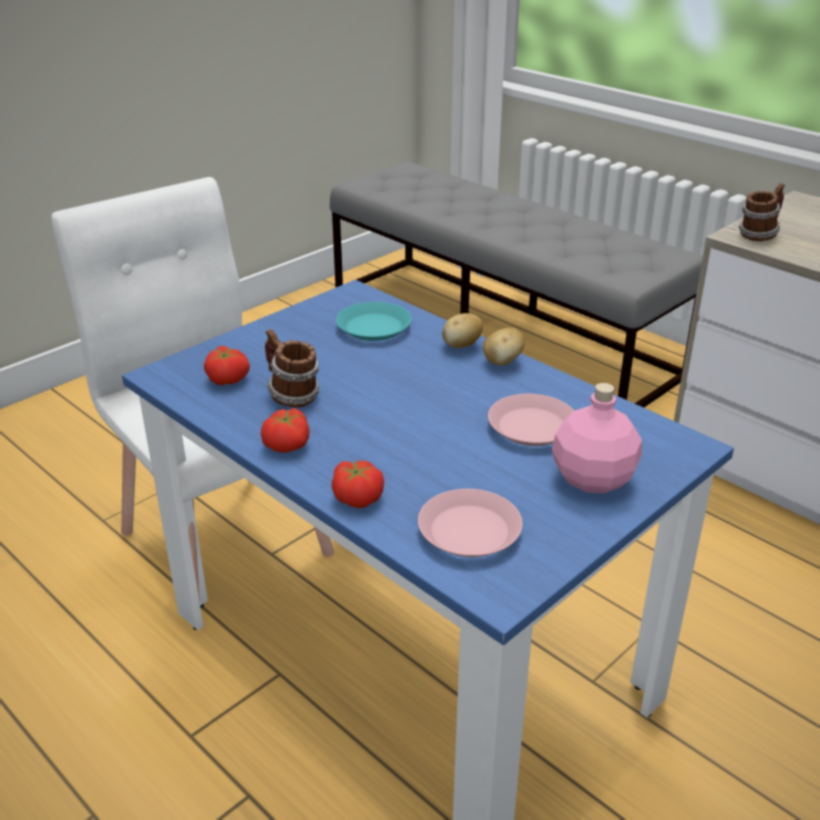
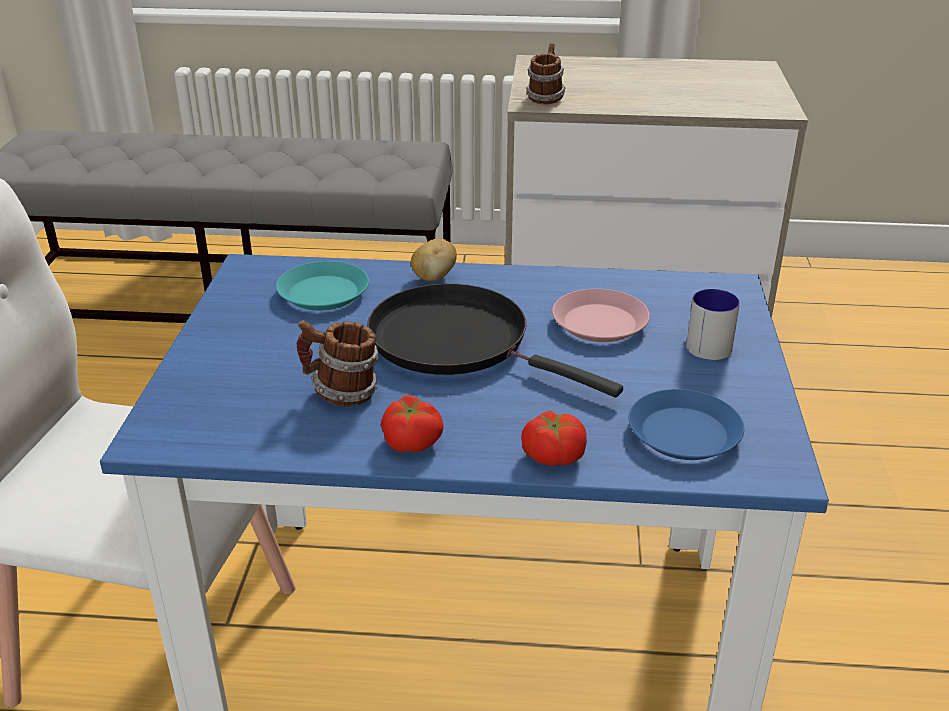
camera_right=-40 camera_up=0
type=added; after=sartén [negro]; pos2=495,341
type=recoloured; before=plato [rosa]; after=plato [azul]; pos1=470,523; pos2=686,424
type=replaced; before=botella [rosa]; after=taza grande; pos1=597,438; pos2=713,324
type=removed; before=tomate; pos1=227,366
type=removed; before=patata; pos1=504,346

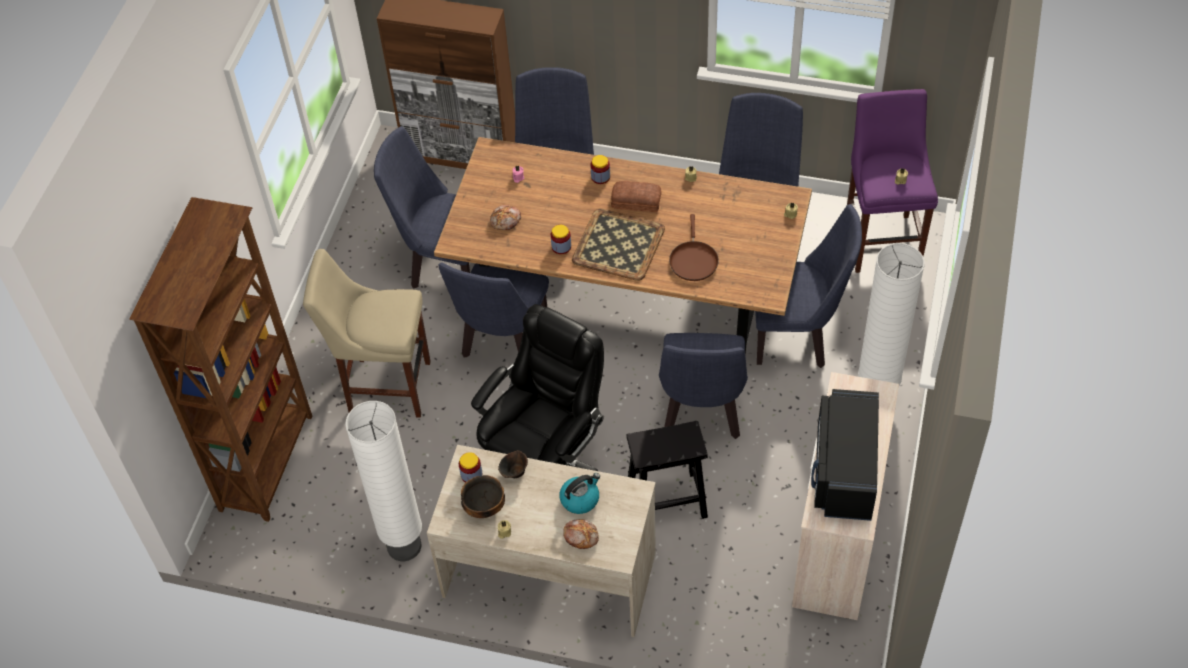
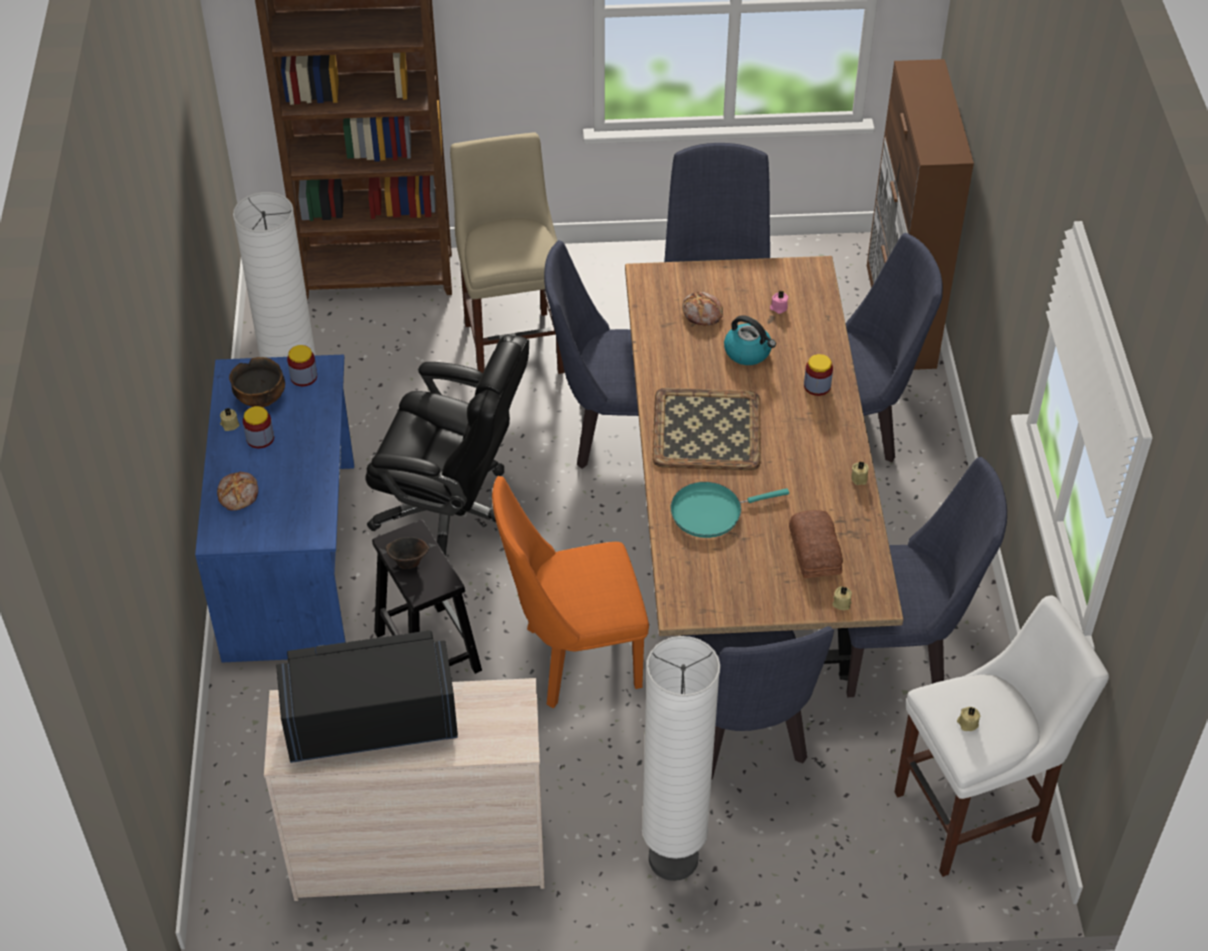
camera_right=70 camera_up=-5
type=recoloured; before=escritorio [beis]; after=escritorio [azul]; pos1=541,541; pos2=274,508
type=moved; before=tarro; pos1=561,239; pos2=258,427
type=moved; before=cuenco [marrón]; pos1=513,464; pos2=407,553
type=recoloured; before=silla [azul]; after=silla [naranja]; pos1=703,386; pos2=570,592
type=recoloured; before=sartén [marrón]; after=sartén [turquesa]; pos1=694,247; pos2=729,510
type=moved; before=hervidor; pos1=580,493; pos2=750,340
type=moved; before=pan; pos1=636,196; pos2=816,544
type=recoloured; before=taburete [morado]; after=taburete [blanco]; pos1=892,181; pos2=1002,736

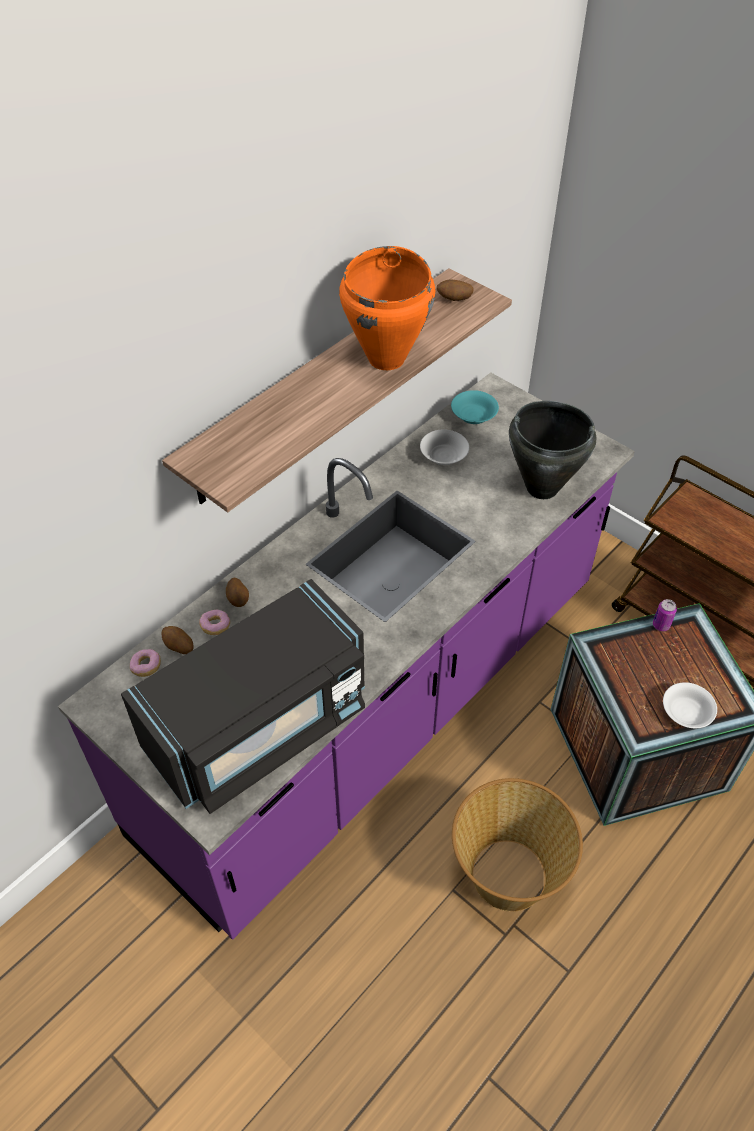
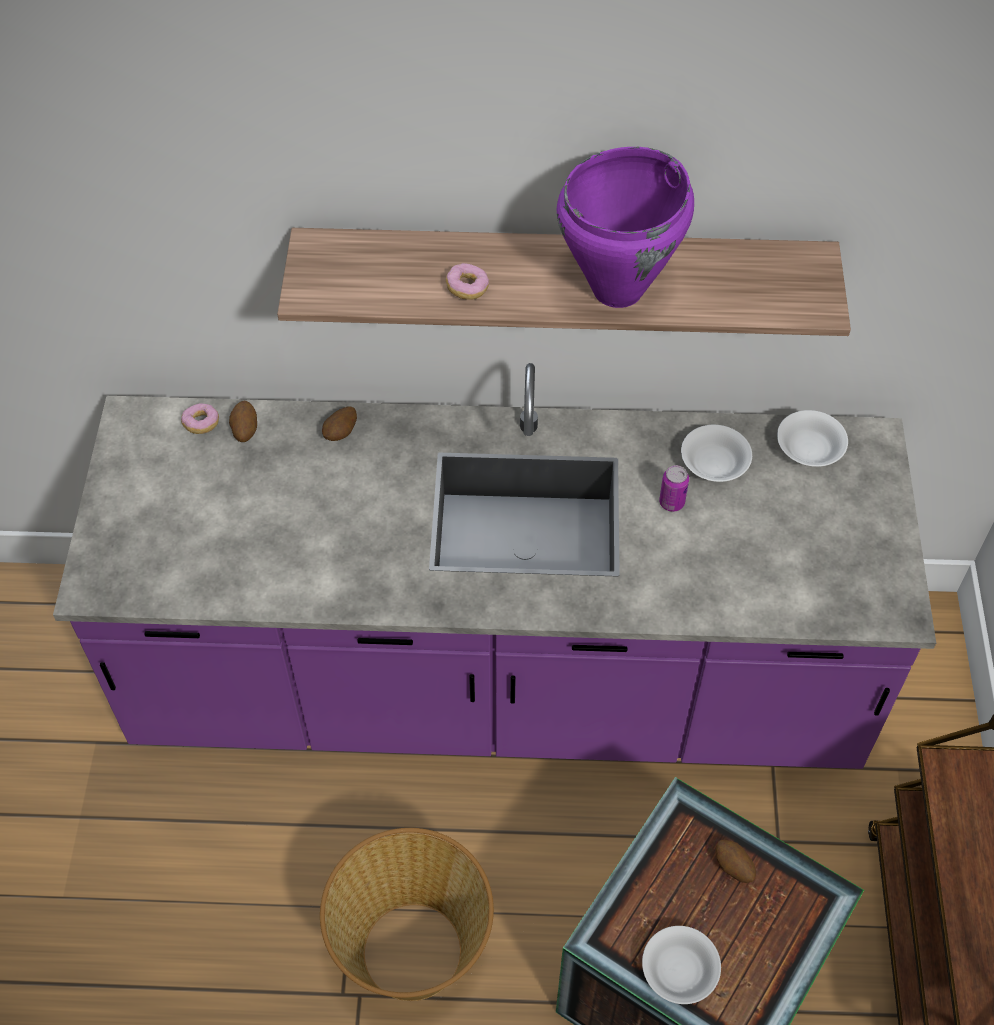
camera_right=50 camera_up=5
type=moved; before=rosquilla; pos1=214,622; pos2=467,281
type=recoloured; before=olla [naranja]; after=olla [morado]; pos1=387,308; pos2=625,227
type=moved; before=lata; pos1=665,615; pos2=674,488
type=moved; before=patata; pos1=455,290; pos2=736,861
type=recoloured; before=cuenco [turquesa]; after=cuenco [blanco]; pos1=475,407; pos2=812,438
type=removed; before=microondas [negro]; pos1=243,696
type=removed; before=olla [negro]; pos1=553,450

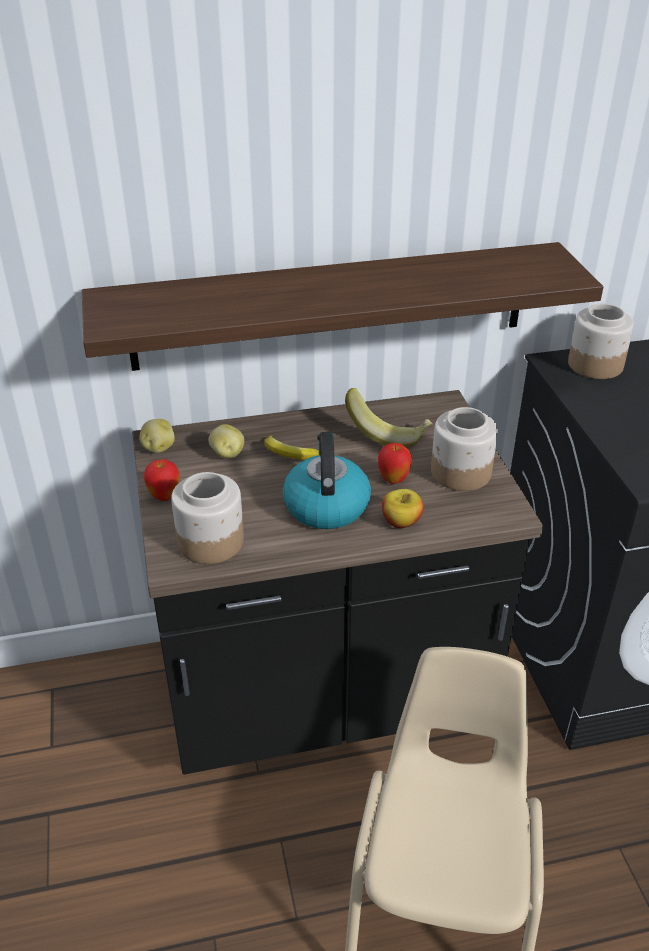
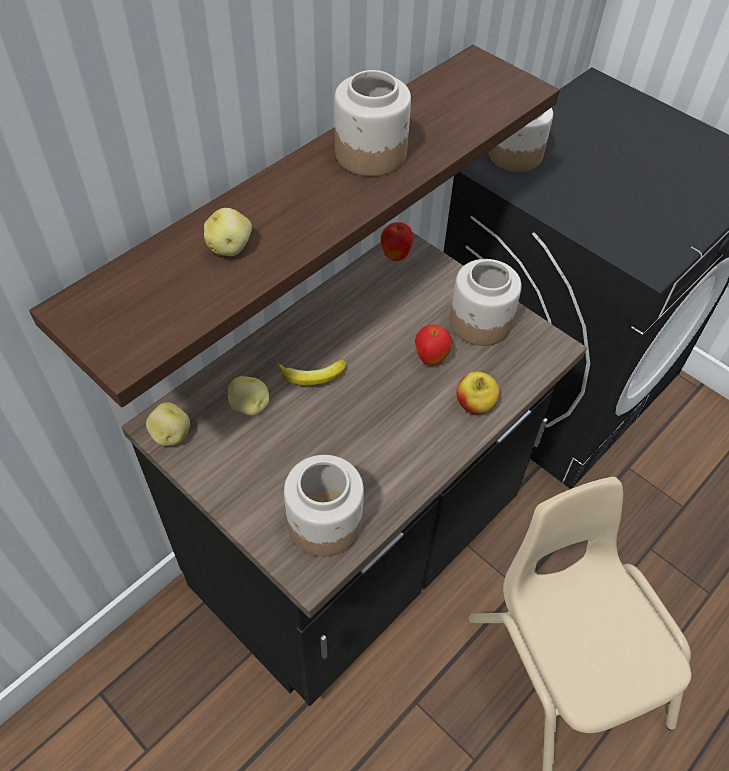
camera_right=-35 camera_up=15
type=added; after=patata; pos2=228,232
type=added; after=tarro; pos2=372,123
type=moved; before=manzana; pos1=161,480; pos2=397,241
type=removed; before=hervidor; pos1=327,480
type=removed; before=plátano; pos1=388,418

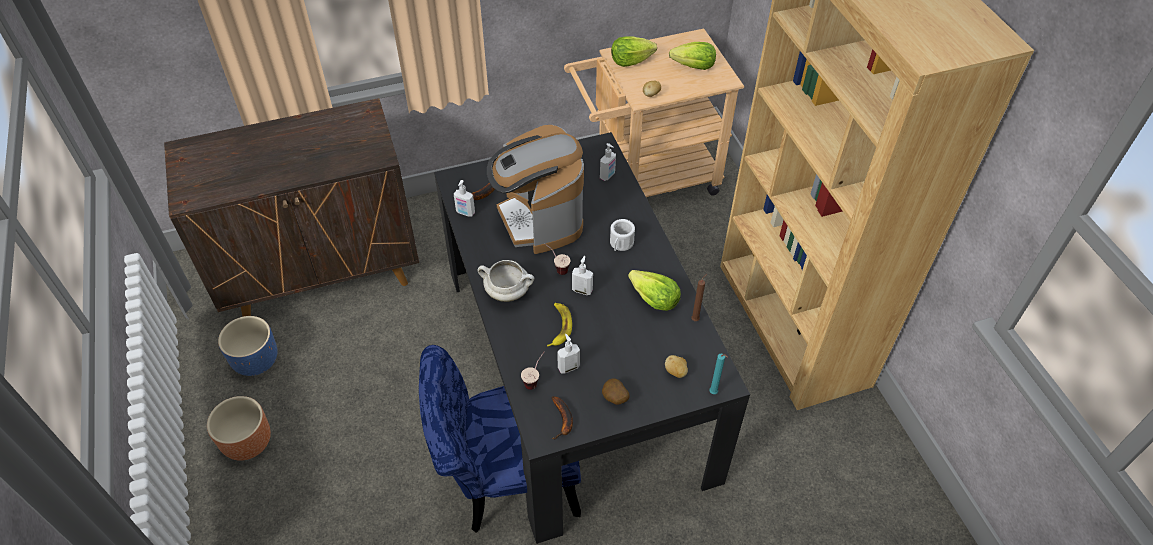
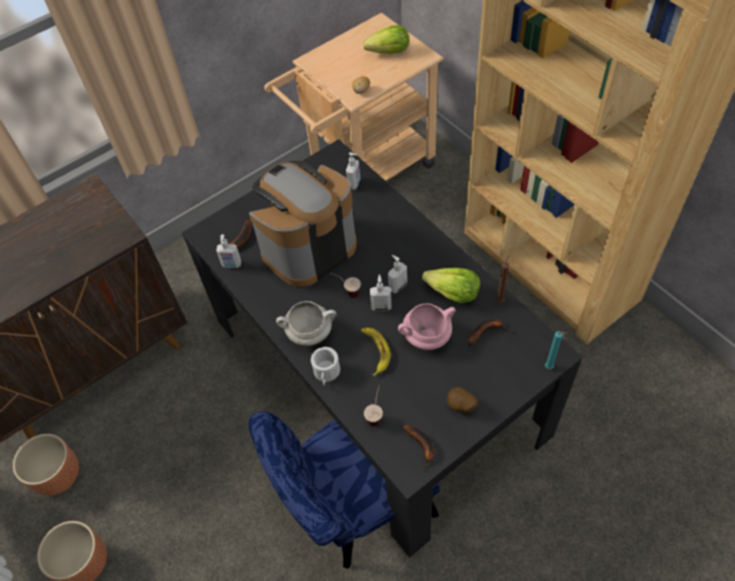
camera_right=-15 camera_up=5
type=recoloured; before=maceta [azul]; after=maceta [marrón]; pos1=247,346; pos2=46,465
type=turned; before=cafetera; pos1=535,189; pos2=303,224; turn=90
type=moved; before=taza grande [blanco]; pos1=622,235; pos2=325,366
type=moved; before=dispensador de jabón; pos1=568,353; pos2=397,274
type=added; after=olla [rosa]; pos2=427,326
type=added; after=plátano; pos2=489,332
type=removed; before=lechuga; pos1=634,51
type=removed; before=patata; pos1=676,366

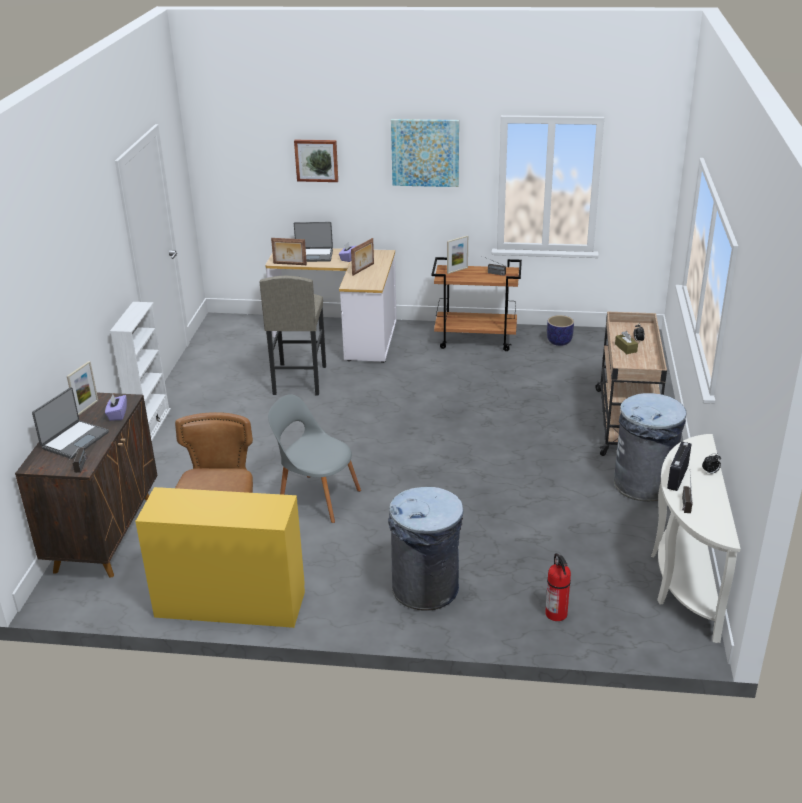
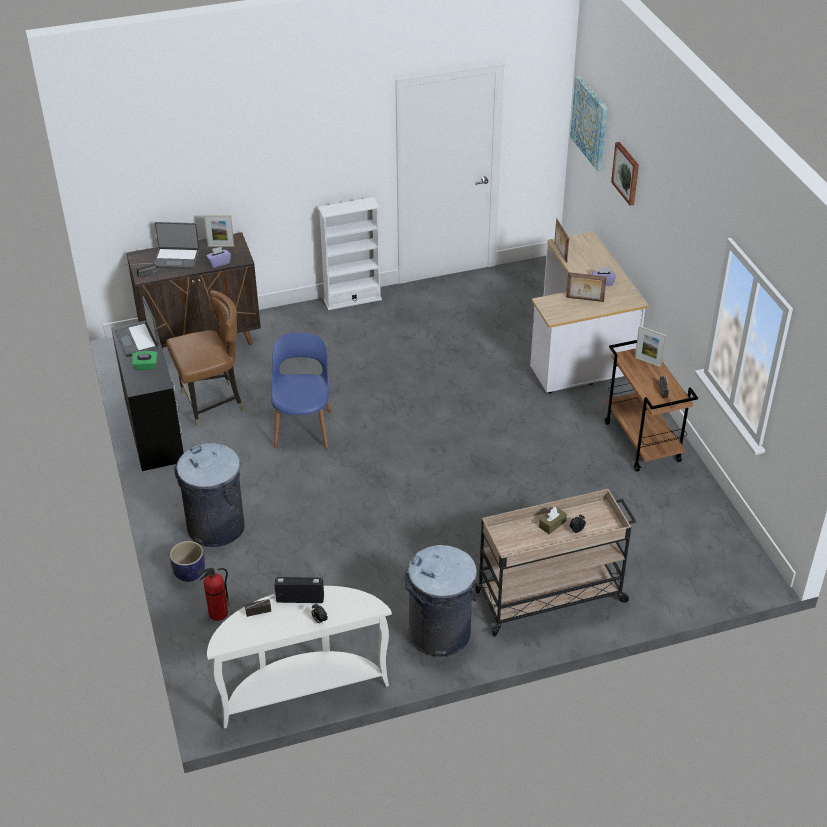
camera_right=65 camera_up=10
type=recoloured; before=escritorio [amarillo]; after=escritorio [negro]; pos1=220,557; pos2=147,396
type=moved; before=portátil; pos1=313,242; pos2=137,326
type=added; after=caja de pañuelos [verde]; pos2=144,360
type=moved; before=maceta; pos1=560,330; pos2=187,561
type=recoloured; before=silla [gris]; after=silla [azul]; pos1=314,458; pos2=301,390
type=moved; before=cuadro; pos1=425,153; pos2=588,123
type=removed; before=taburete [gris]; pos1=292,336

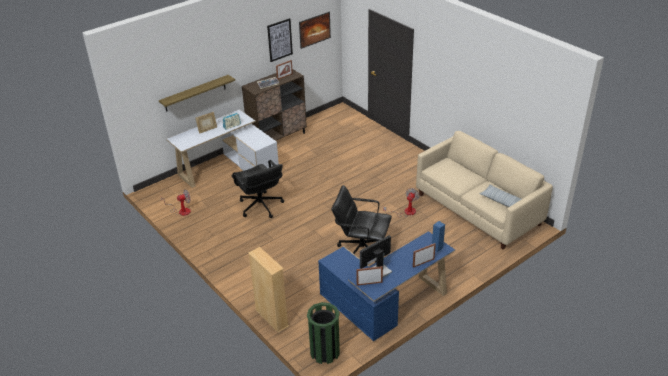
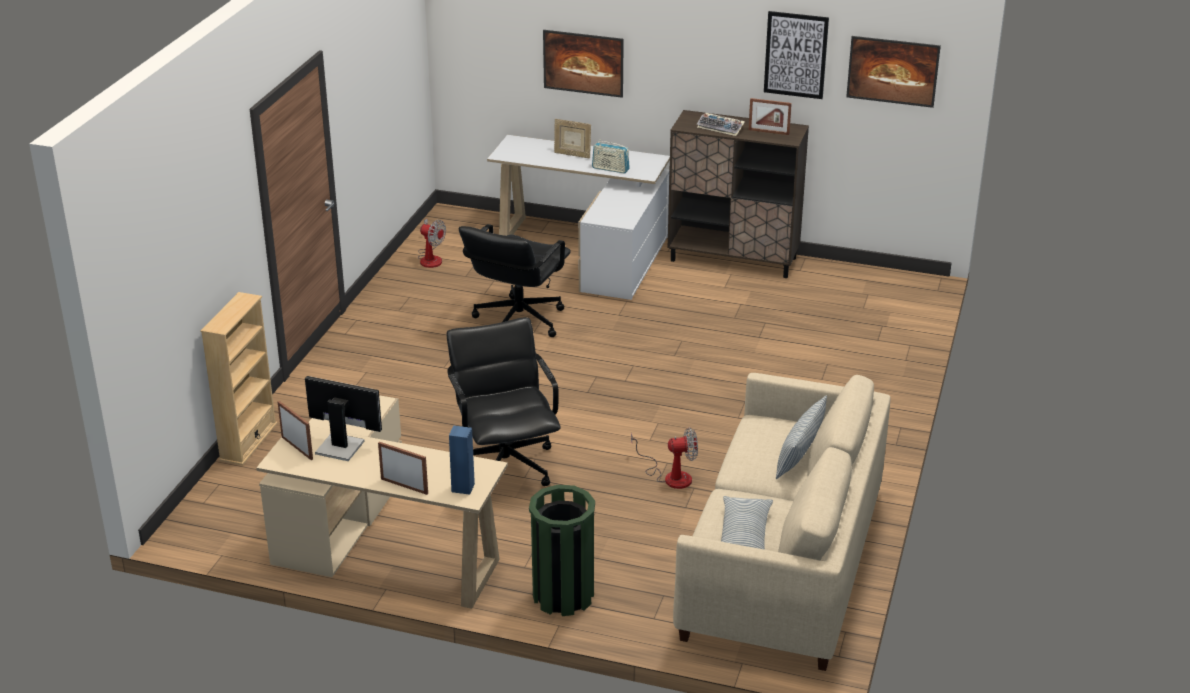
camera_right=55 camera_up=-5
type=recoloured; before=escritorio [azul]; after=escritorio [beis]; pos1=386,286; pos2=382,502
type=moved; before=papelera [verde]; pos1=323,333; pos2=562,550
type=replaced; before=estante; after=cuadro; pos1=197,93; pos2=583,64
type=added; after=cojín; pos2=801,437

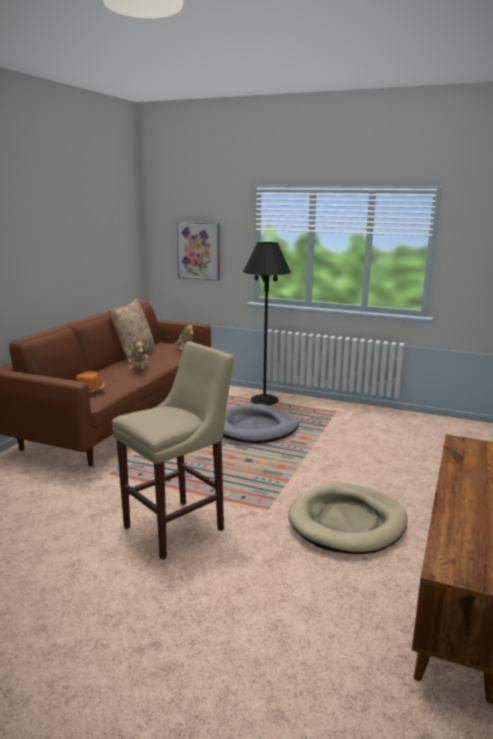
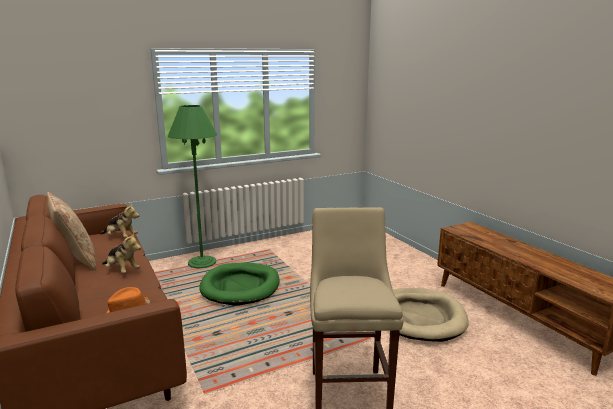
camera_right=-50 camera_up=0
type=recoloured; before=lámpara de pie [negro]; after=lámpara de pie [verde]; pos1=267,323; pos2=192,186
type=recoloured; before=cama para perro [gris]; after=cama para perro [verde]; pos1=261,423; pos2=239,284
type=removed; before=cuadro; pos1=198,251

